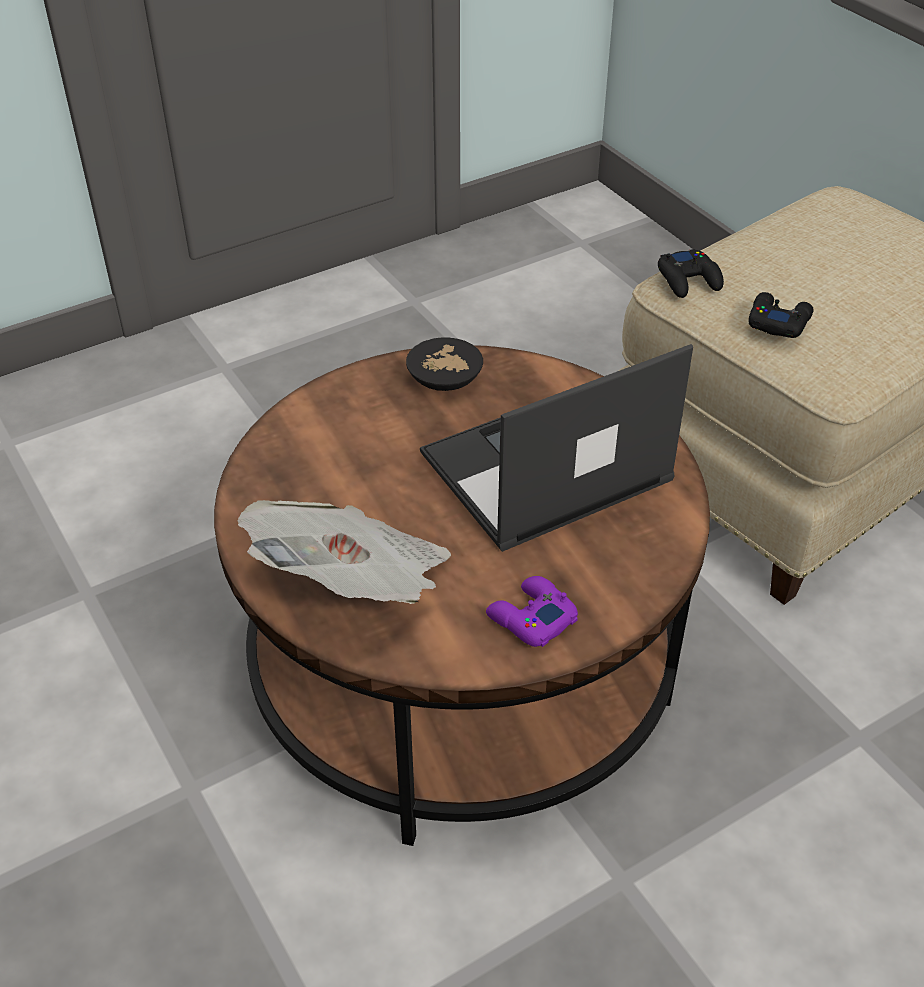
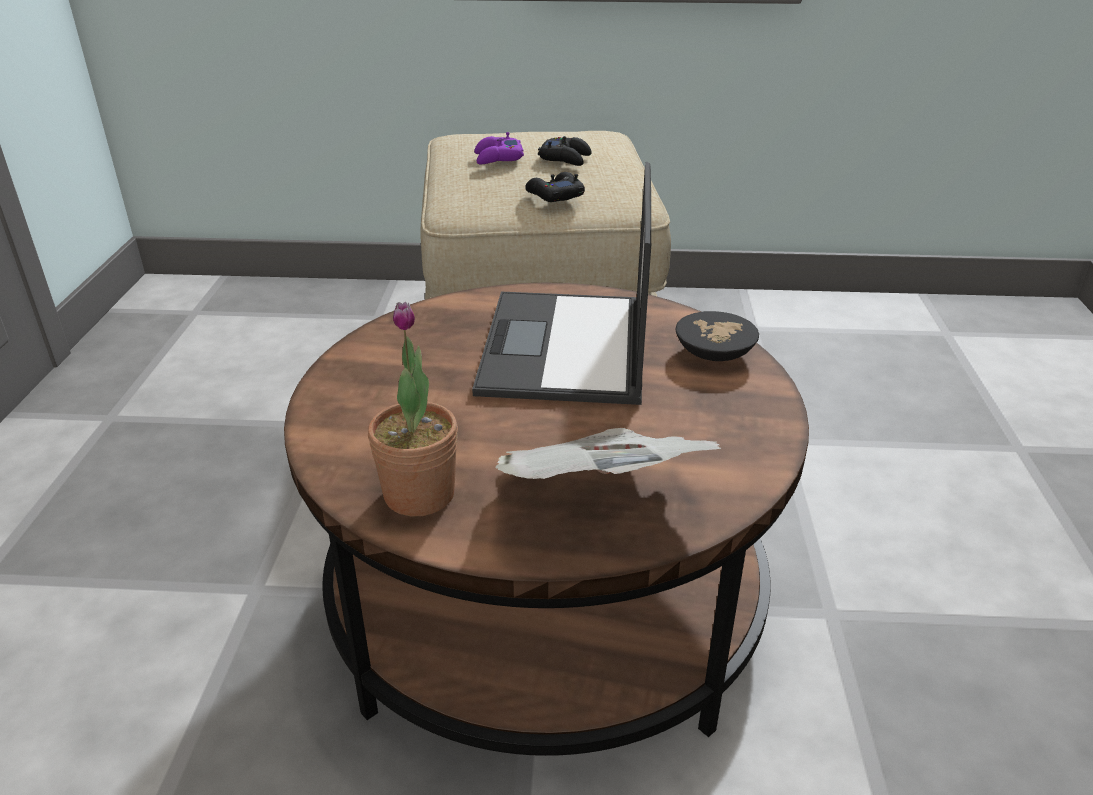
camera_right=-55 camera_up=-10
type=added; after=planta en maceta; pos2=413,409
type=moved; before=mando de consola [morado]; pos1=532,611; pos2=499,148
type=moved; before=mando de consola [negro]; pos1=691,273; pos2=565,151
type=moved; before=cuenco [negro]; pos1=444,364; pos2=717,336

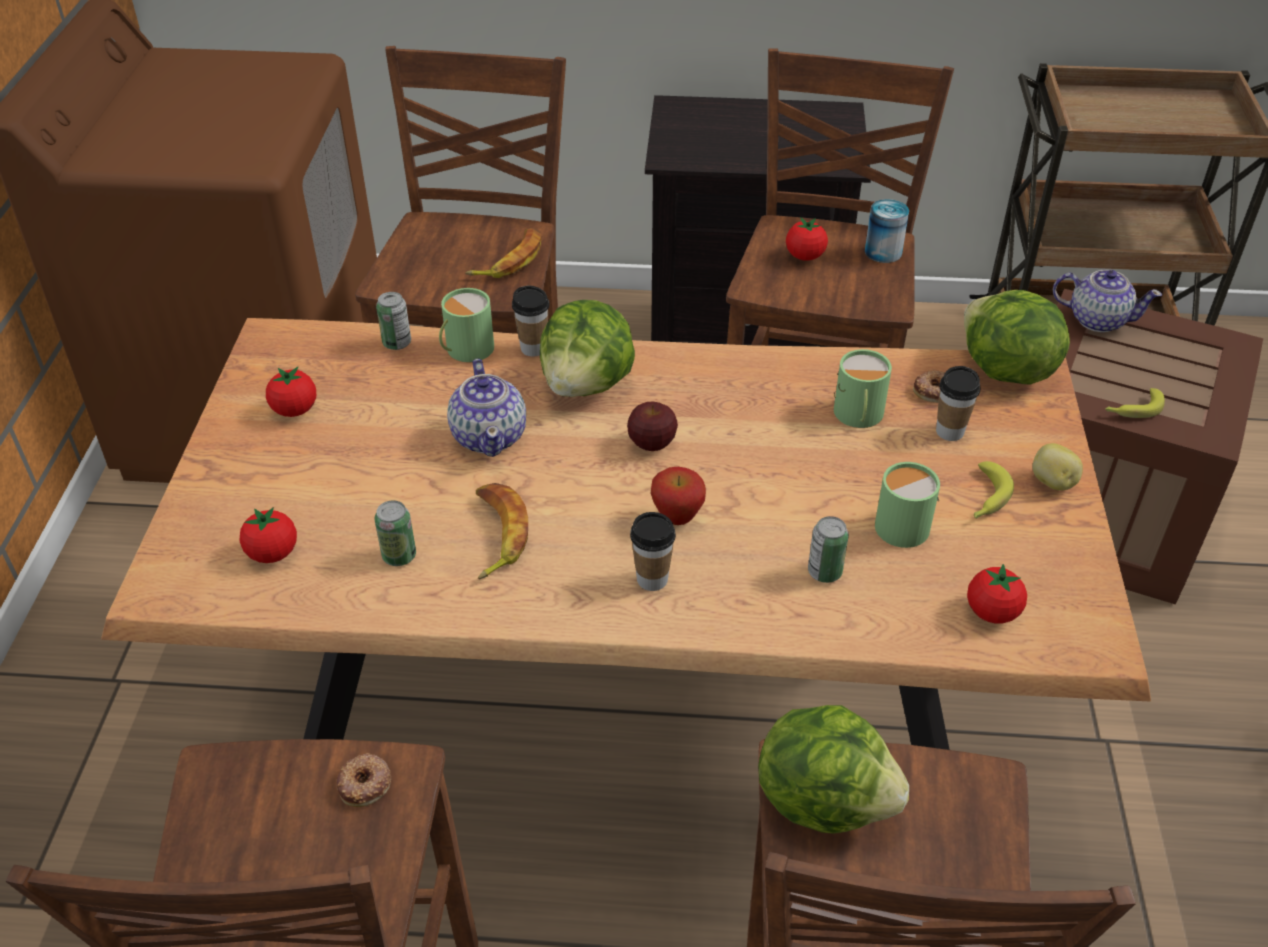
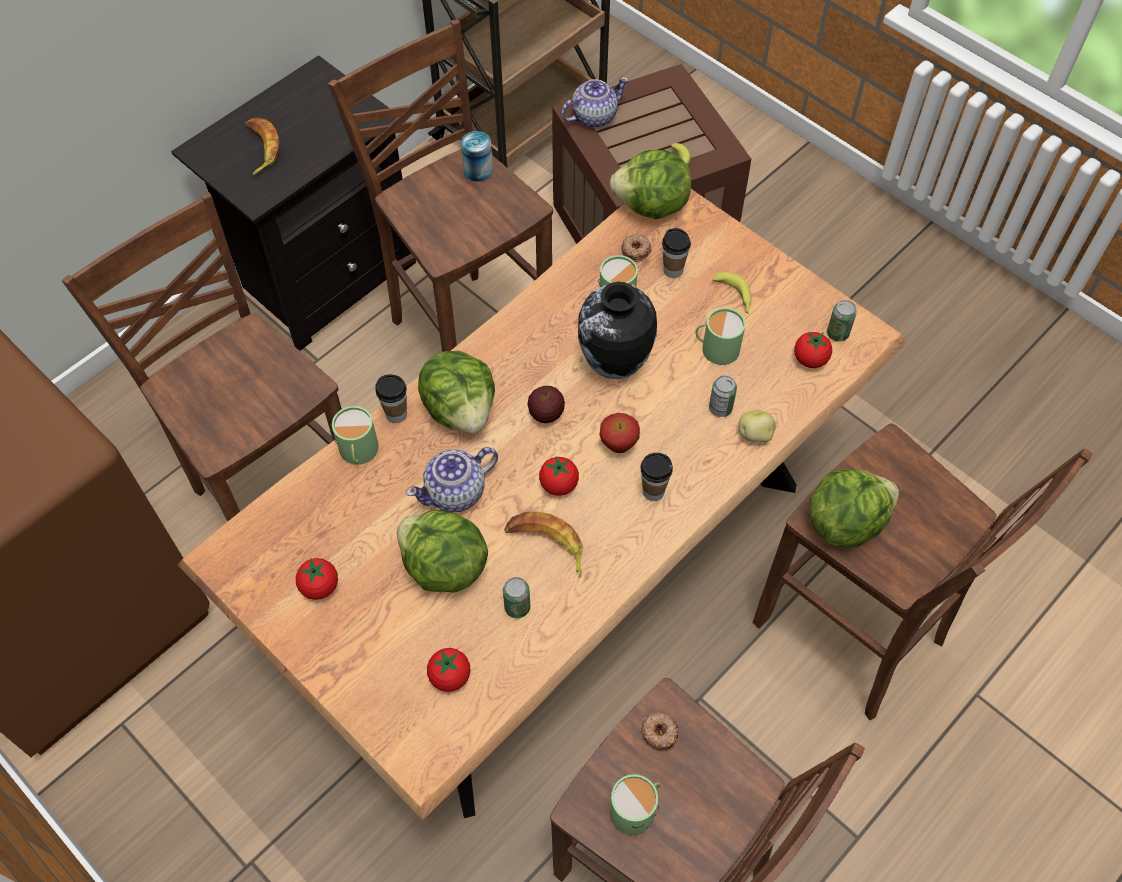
camera_right=-50 camera_up=15
type=moved; before=plátano; pos1=503,253; pos2=262,146
type=added; after=lechuga; pos2=442,551
type=turned; before=tetera; pos1=486,408; pos2=452,479; turn=120
type=moved; before=tomate; pos1=807,239; pos2=559,476
type=added; after=florero; pos2=617,330
type=added; after=taza grande [verde]; pos2=634,804
type=moved; before=patata; pos1=1057,466; pos2=757,426
type=moved; before=lata; pos1=393,321; pos2=842,321

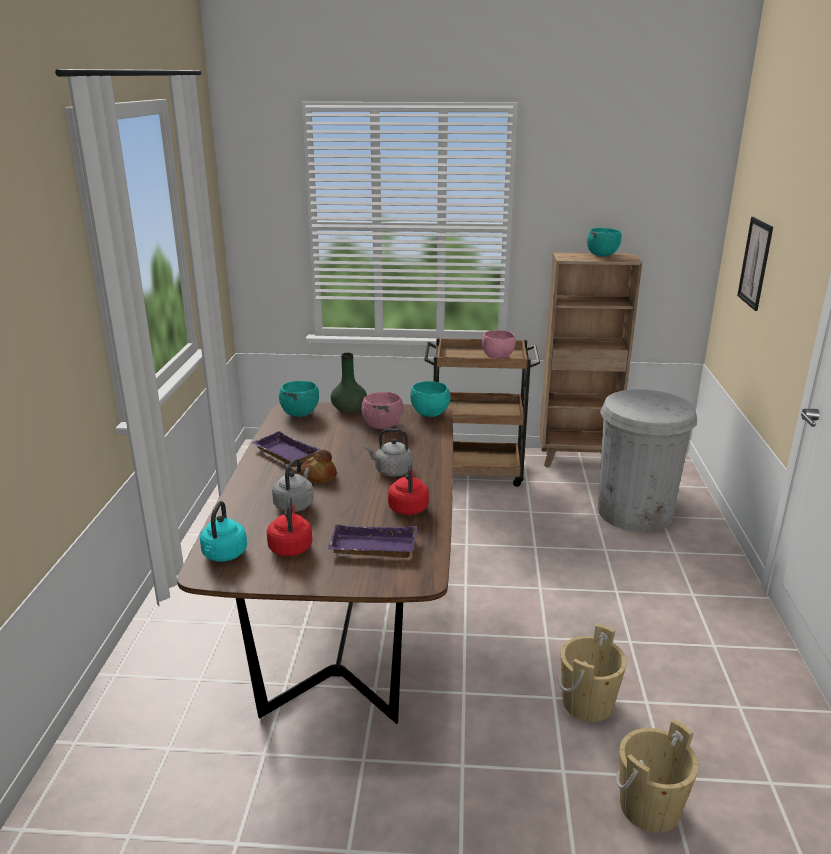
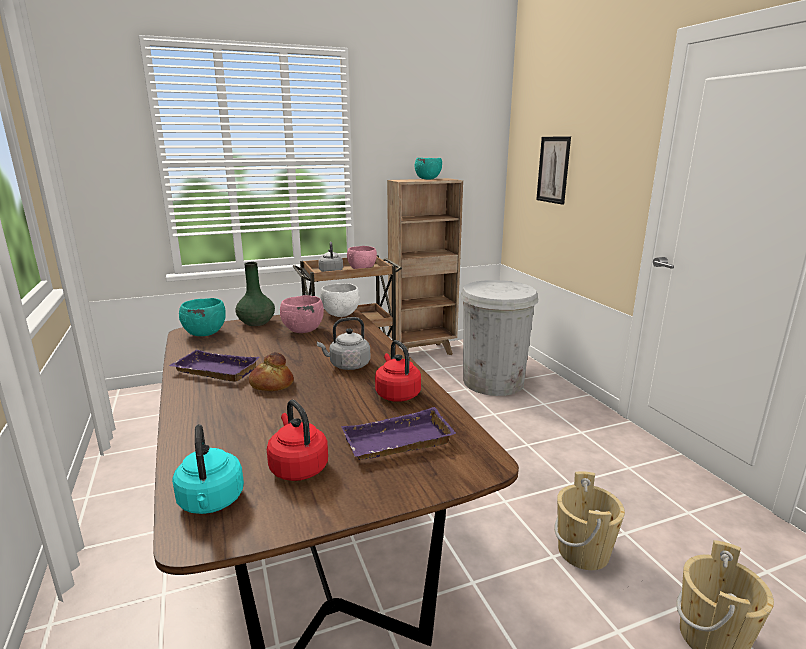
camera_right=-25 camera_up=-5
type=moved; before=hervidor [gris]; pos1=293,485; pos2=330,257
type=recoloured; before=cuenco [turquesa]; after=cuenco [blanco]; pos1=430,399; pos2=340,300

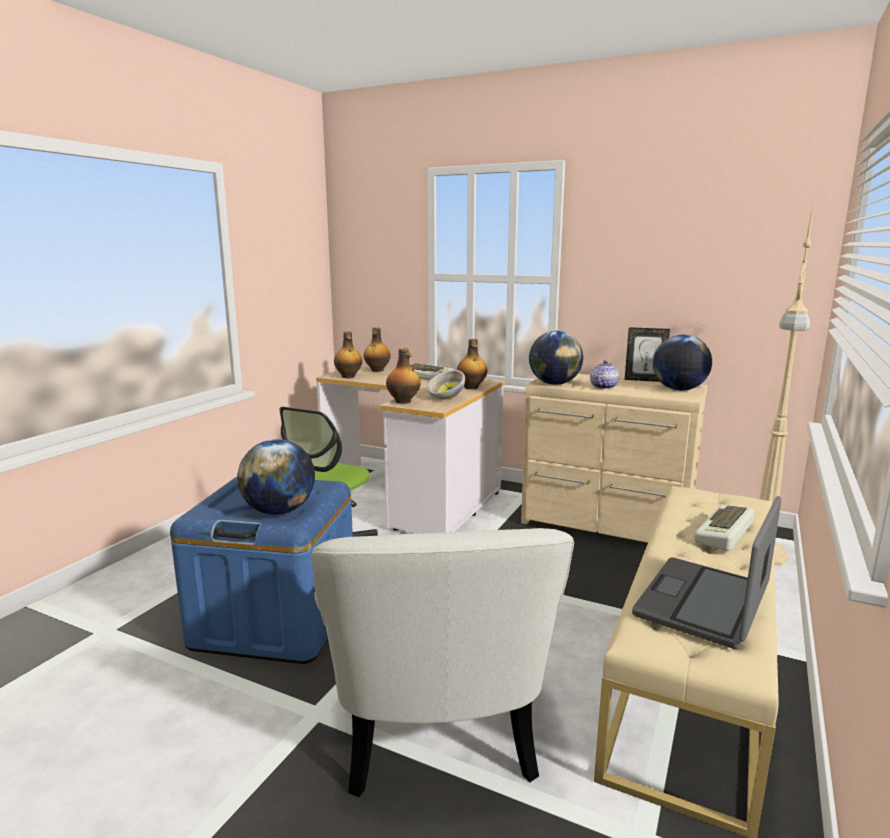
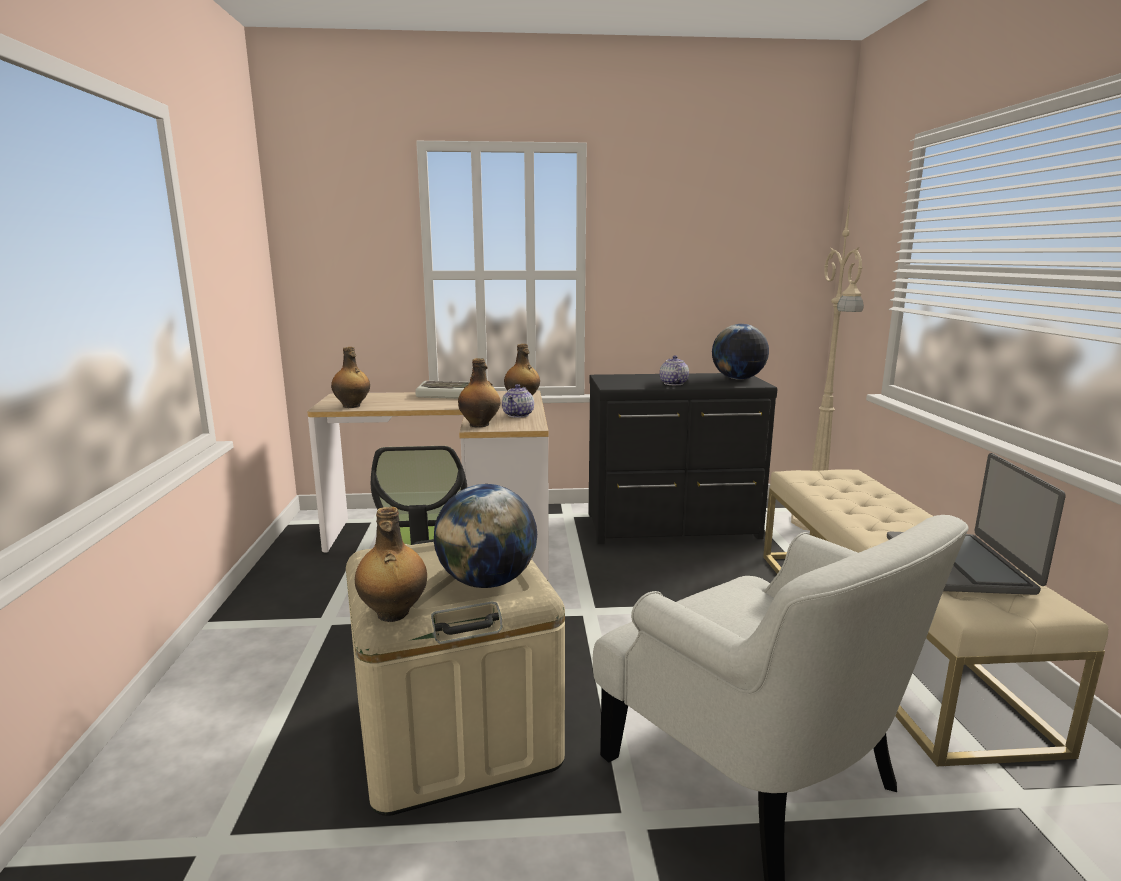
camera_right=-30 camera_up=0
type=recoloured; before=caja de almacenaje [azul]; after=caja de almacenaje [beis]; pos1=261,570; pos2=455,677
type=moved; before=botella; pos1=377,349; pos2=391,564
type=replaced; before=cuenco; after=tetera; pos1=446,385; pos2=518,401
type=recoloured; before=cómoda [beis]; after=cómoda [negro]; pos1=614,458; pos2=683,458
type=removed; before=globo terráqueo; pos1=556,358
type=removed; before=portarretratos; pos1=647,354
type=removed; before=teclado; pos1=724,528

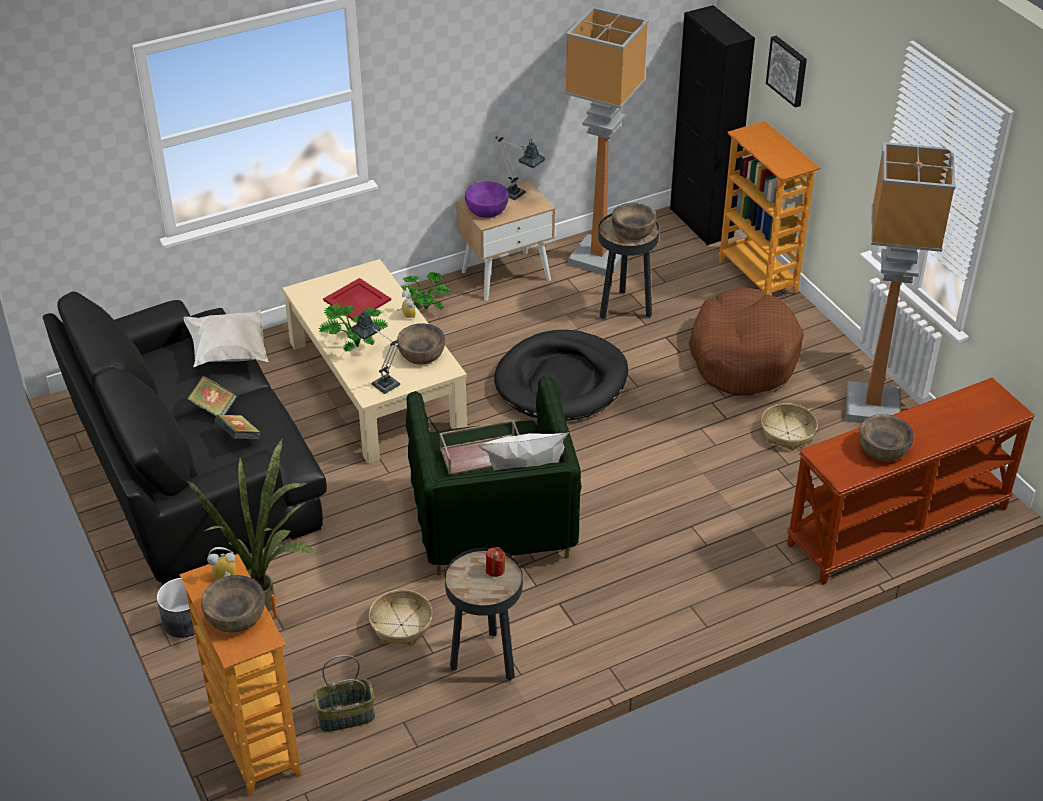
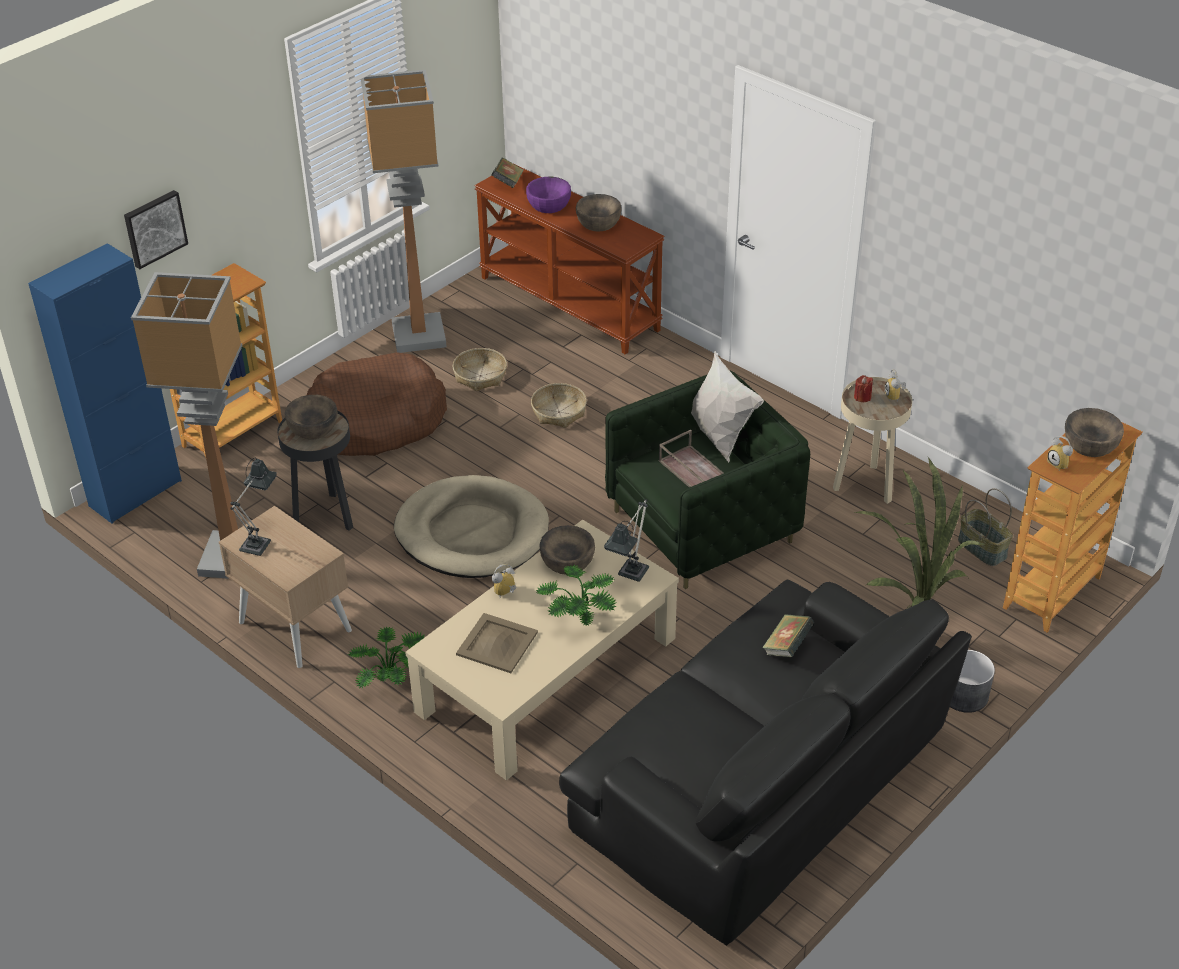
camera_right=-110 camera_up=0
type=recoloured; before=armario [negro]; after=armario [azul]; pos1=712,125; pos2=105,383
type=recoloured; before=cama para perro [negro]; after=cama para perro [beis]; pos1=561,375; pos2=471,526
type=recoloured; before=bandeja [rojo]; after=bandeja [beis]; pos1=357,298; pos2=497,643
type=moved; before=libro; pos1=212,396; pos2=507,173
type=moved; before=cuenco [morado]; pos1=487,200; pos2=548,195
type=moved; before=cesta; pos1=401,618; pos2=559,405
type=recoloured; before=mesa auxiliar [negro]; after=mesa auxiliar [beis]; pos1=484,614; pos2=872,440
type=added; after=despertador; pos2=895,385
type=removed; before=cojín [blanco]; pos1=226,338

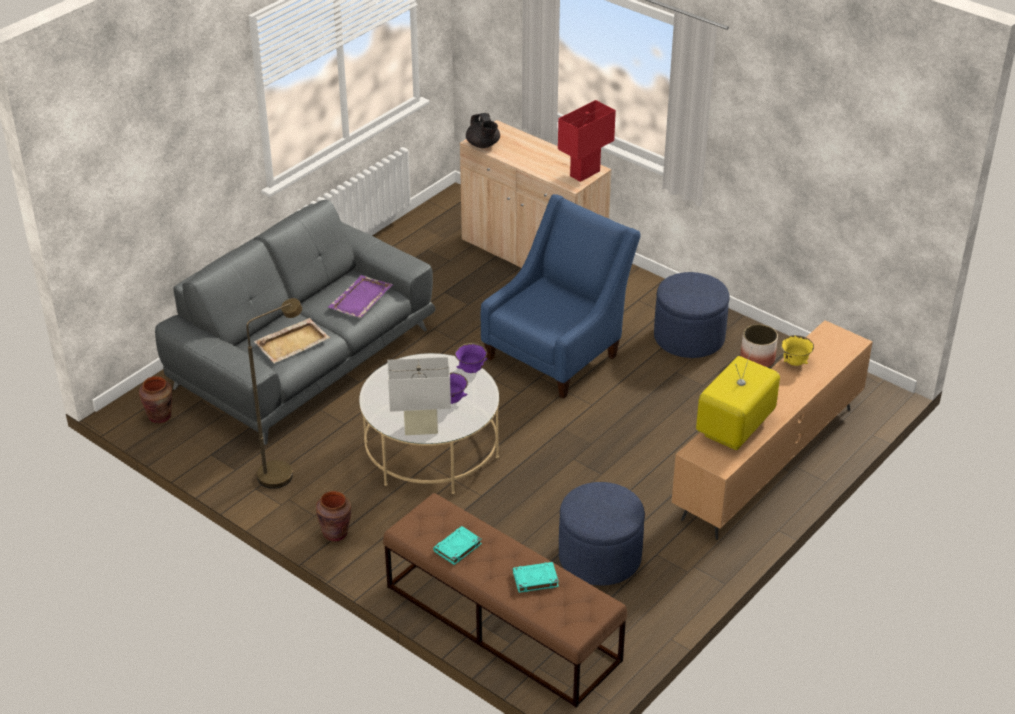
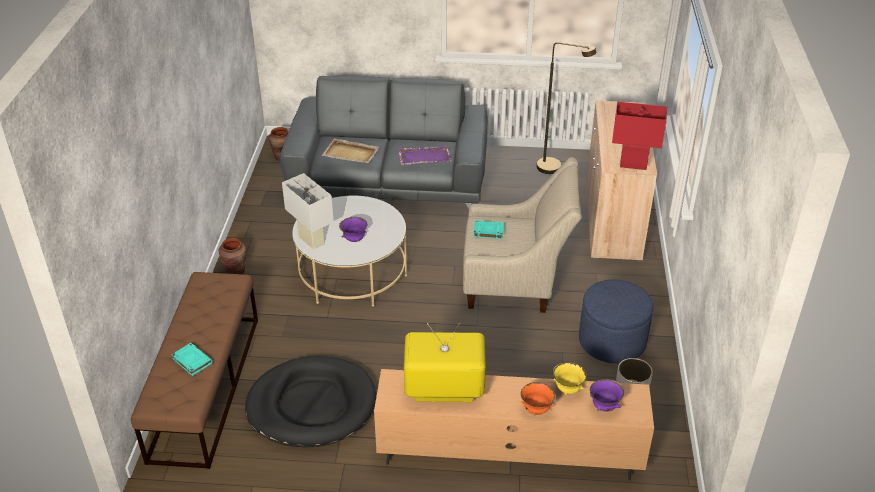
camera_right=55 camera_up=0
type=replaced; before=puf [azul]; after=cama para perro [negro]; pos1=602,533; pos2=310,402
type=recoloured; before=sillón [azul]; after=sillón [beis]; pos1=561,296; pos2=522,235
type=moved; before=libro [turquesa]; pos1=457,545; pos2=488,229
type=added; after=cuenco [naranja]; pos2=538,398
type=moved; before=lámpara de pie [marrón]; pos1=274,393; pos2=566,108
type=moved; before=cuenco [morado]; pos1=471,358; pos2=607,395
type=removed; before=tetera [negro]; pos1=483,130

